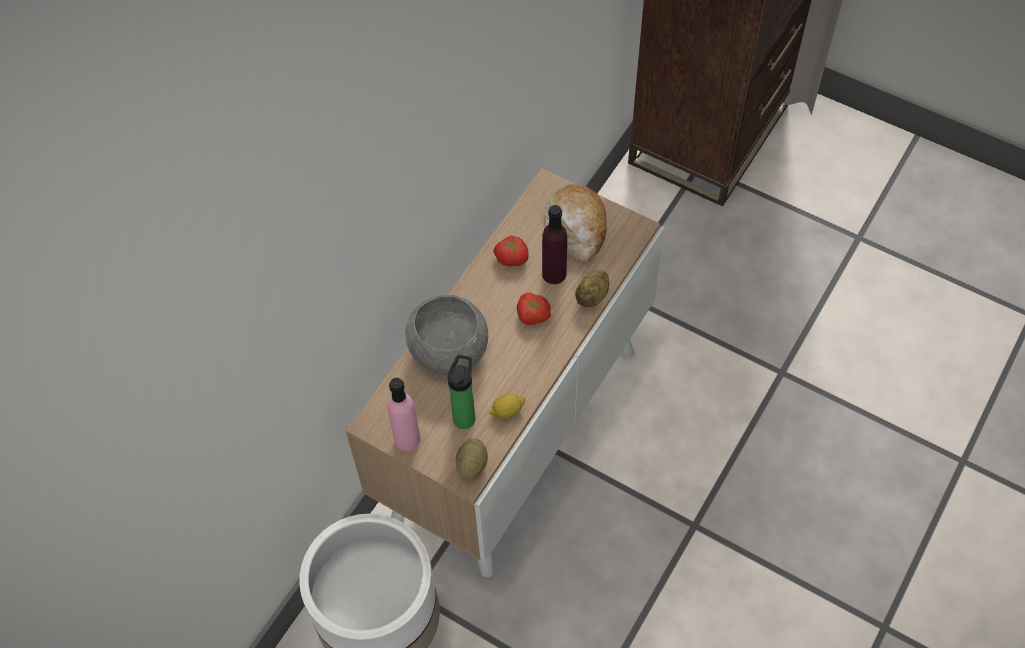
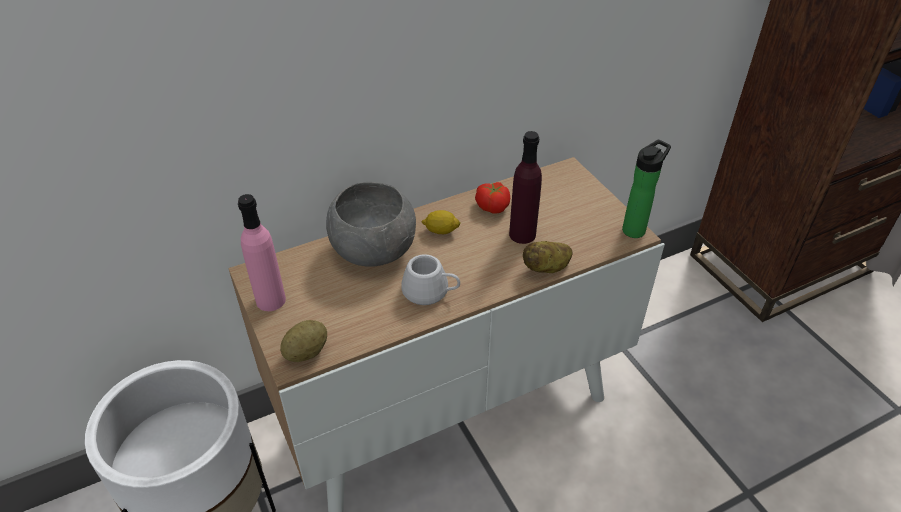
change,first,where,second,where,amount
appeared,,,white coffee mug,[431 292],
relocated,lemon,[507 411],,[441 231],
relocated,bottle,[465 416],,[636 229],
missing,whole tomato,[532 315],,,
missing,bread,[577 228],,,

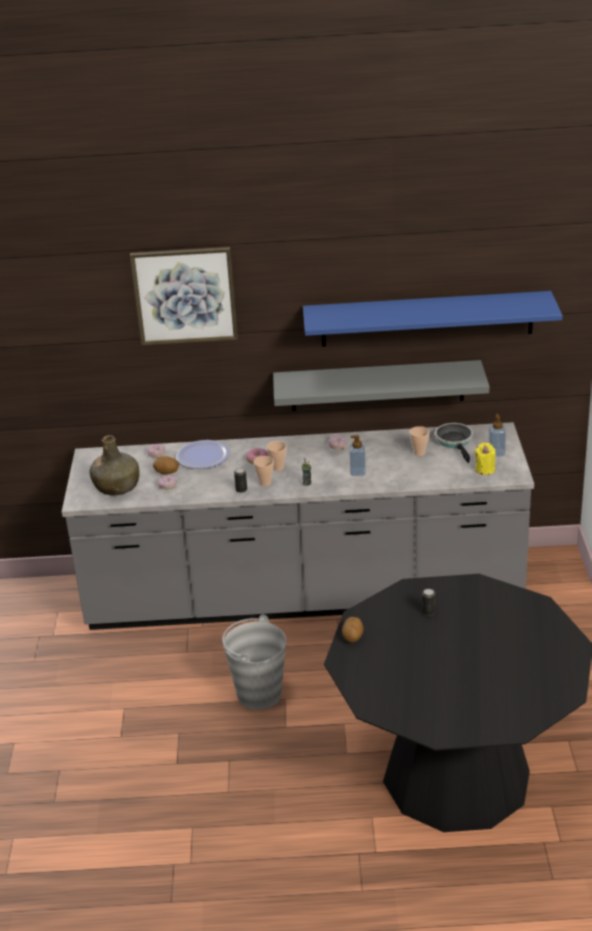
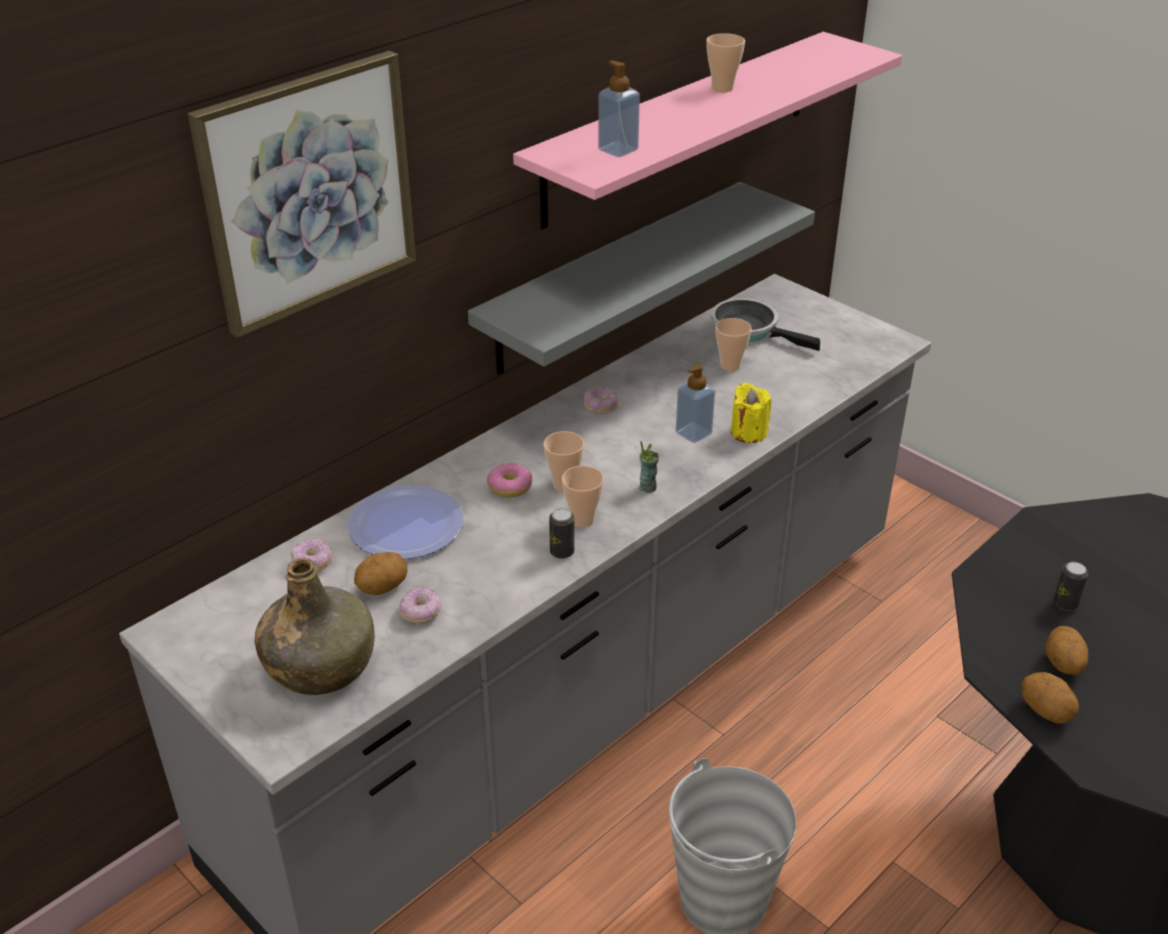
change,first,where,second,where,amount
colour,blue-coloured wall shelf,[426 319],pink-coloured wall shelf,[681 127],
relocated,liquid soap bottle,[496 453],,[618 150],
appeared,,,small cup,[722 88],
relocated,yellowish wax candle,[485 469],,[748 432],
appeared,,,potato,[1061 665],

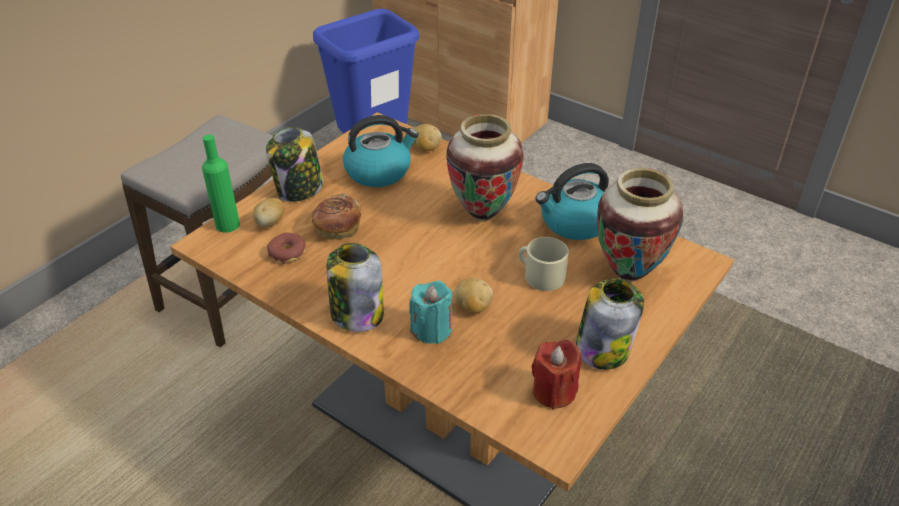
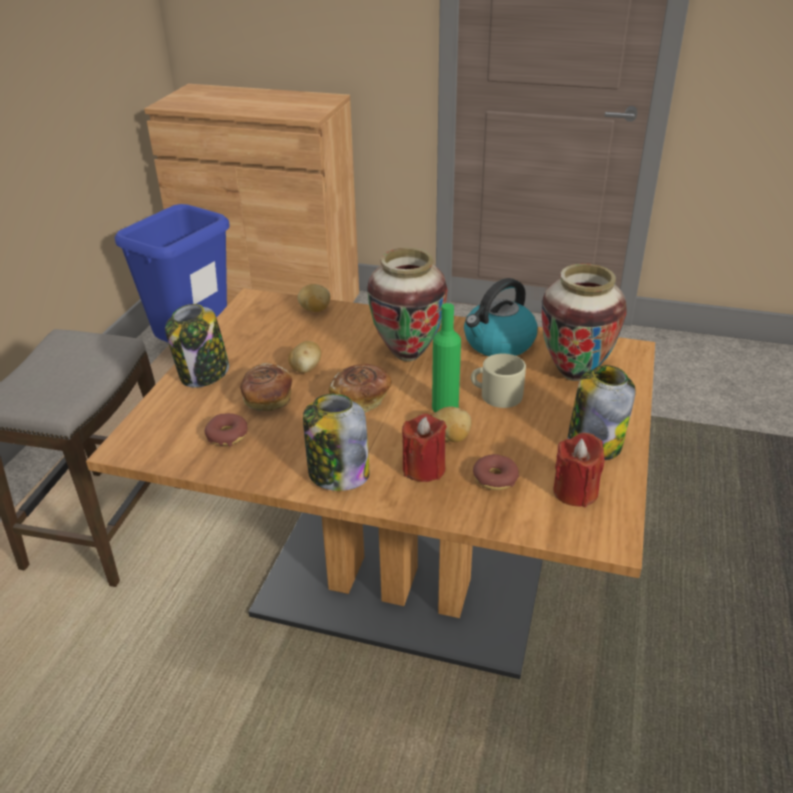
change,first,where,second,where,amount
relocated,potato,[270 223],,[306 369],
appeared,,,bread,[361 399],
colour,turquoise-coloured wax candle,[432 329],red-coloured wax candle,[423 468],
relocated,green-coloured bottle,[227 225],,[445 407],
appeared,,,ring doughnut,[495 478],
missing,water kettle,[379 171],,,

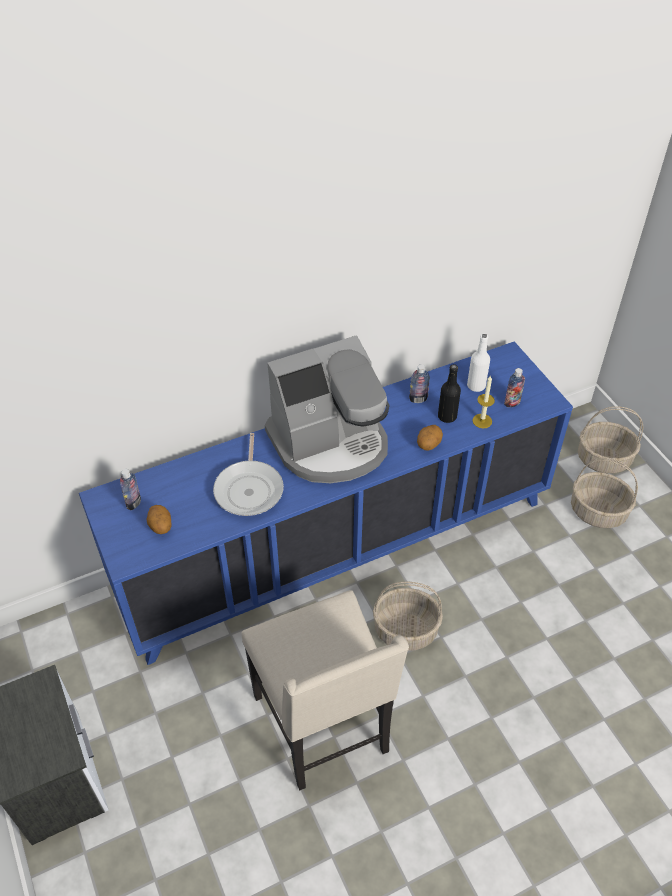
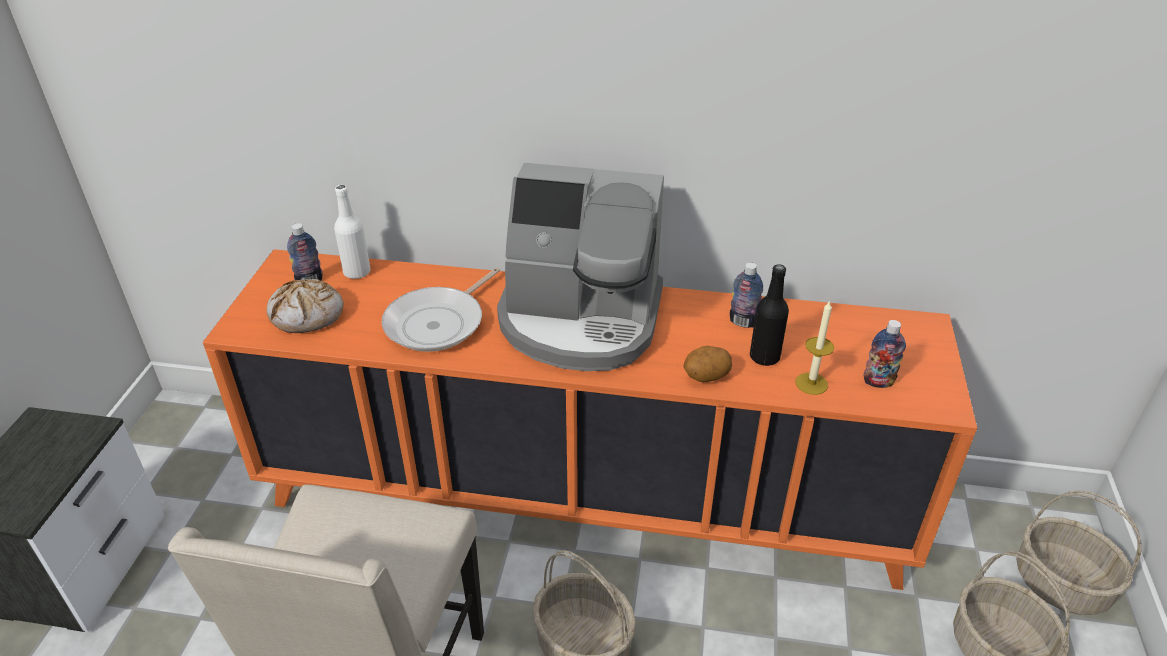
change,first,where,second,where,amount
colour,blue-coloured storage cabinet,[335 548],orange-coloured storage cabinet,[583 497],
exchanged,potato,[160 527],bread,[307 315],
relocated,white bottle,[476 386],,[357 272],

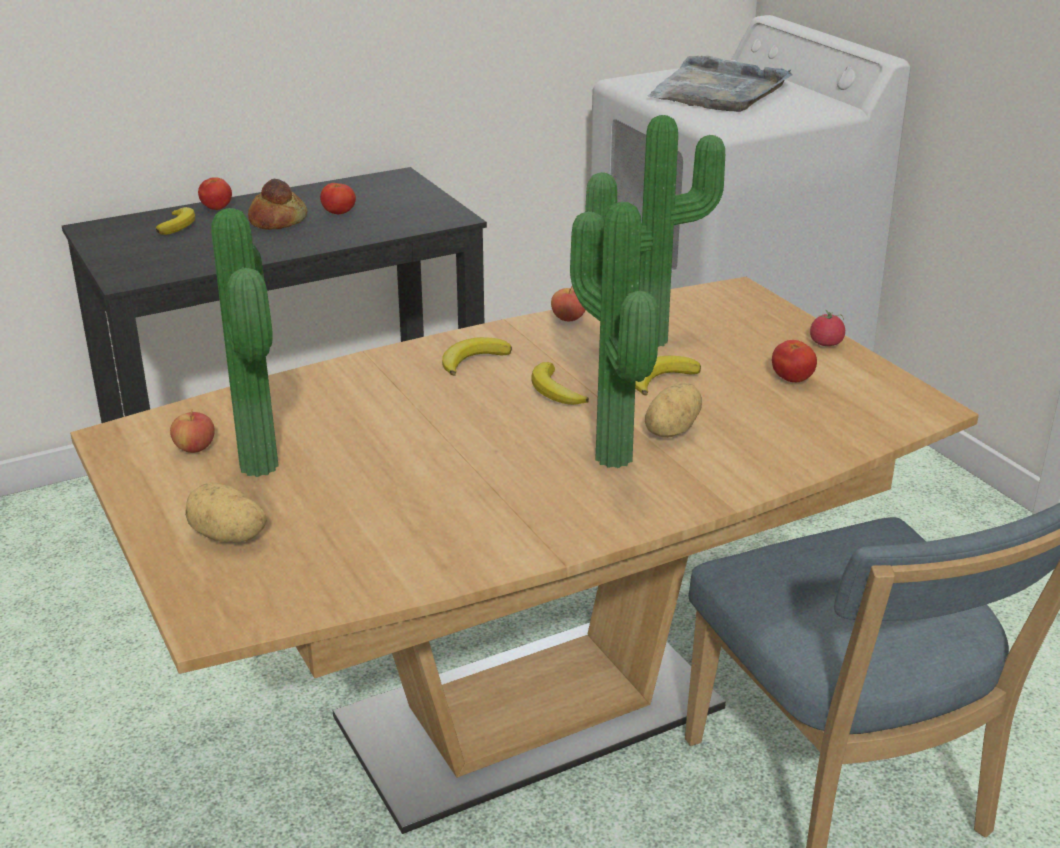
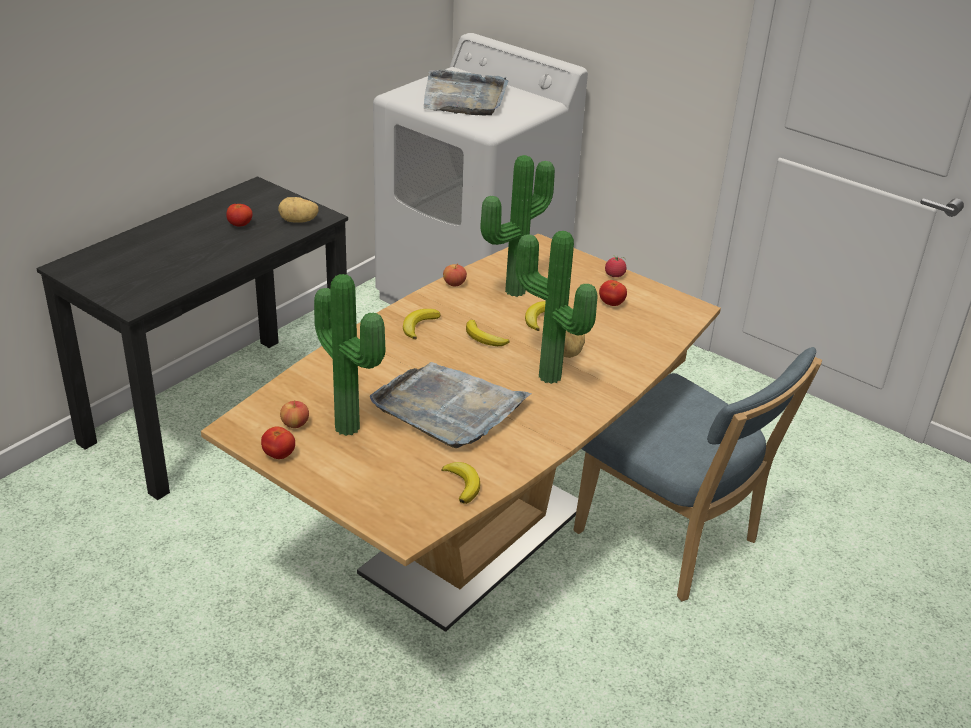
change,first,where,second,where,amount
relocated,whole tomato,[217 208],,[279 455],
relocated,potato,[228 537],,[298 221],
appeared,,,gray carrying tray,[448 408],
relocated,banana fruit,[178 225],,[463 484],
missing,bread,[277 221],,,

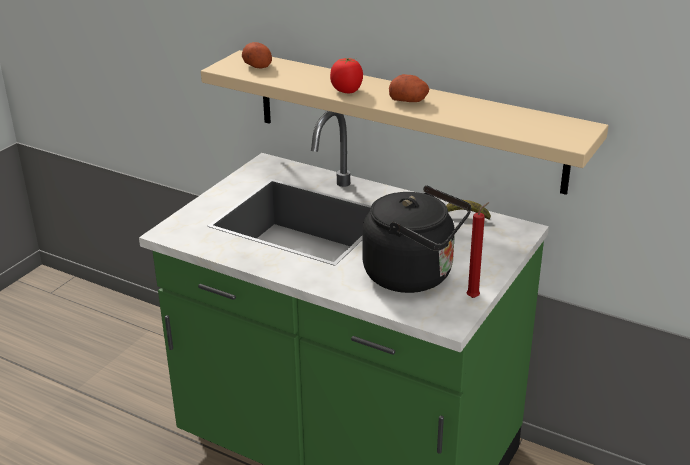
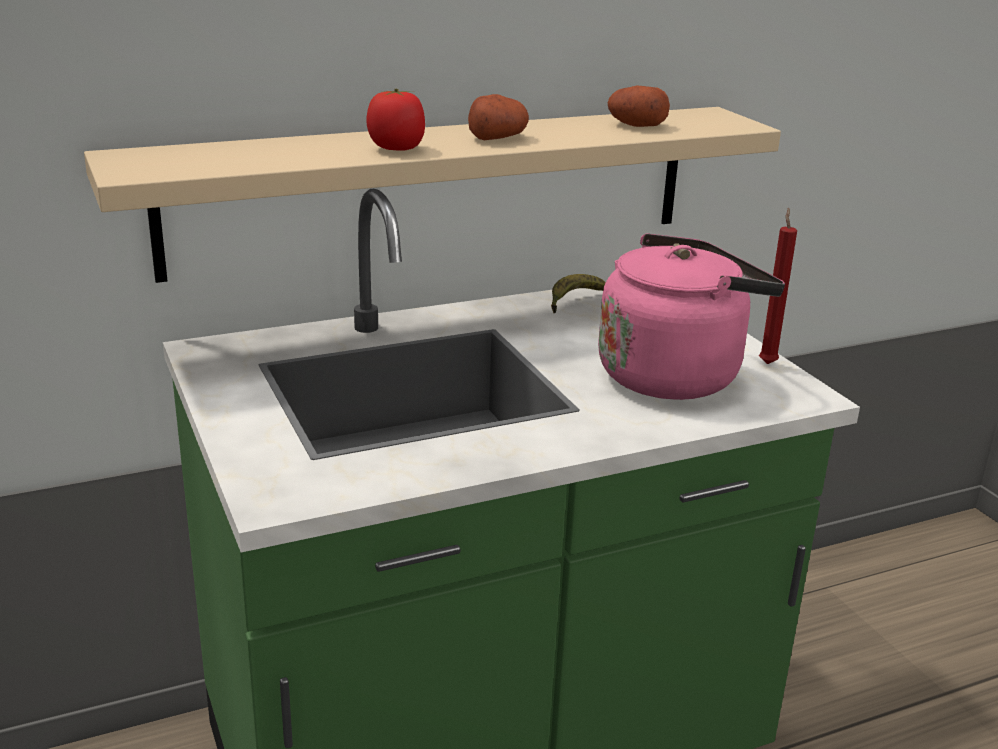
change,first,where,second,where,amount
colour,black water kettle,[414 275],pink-coloured water kettle,[674 374],
relocated,potato,[257 65],,[635 125],

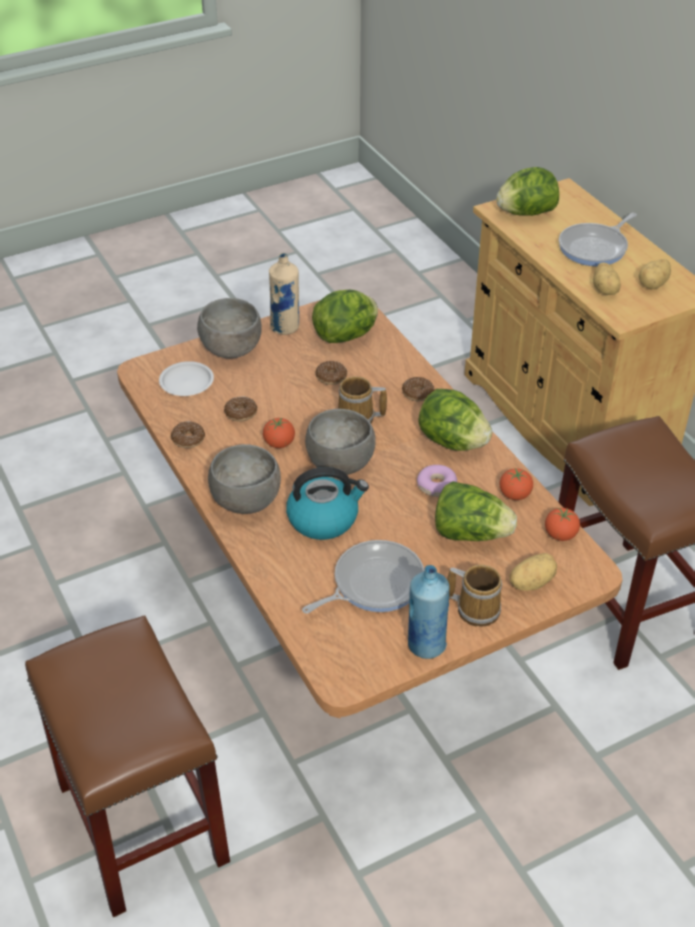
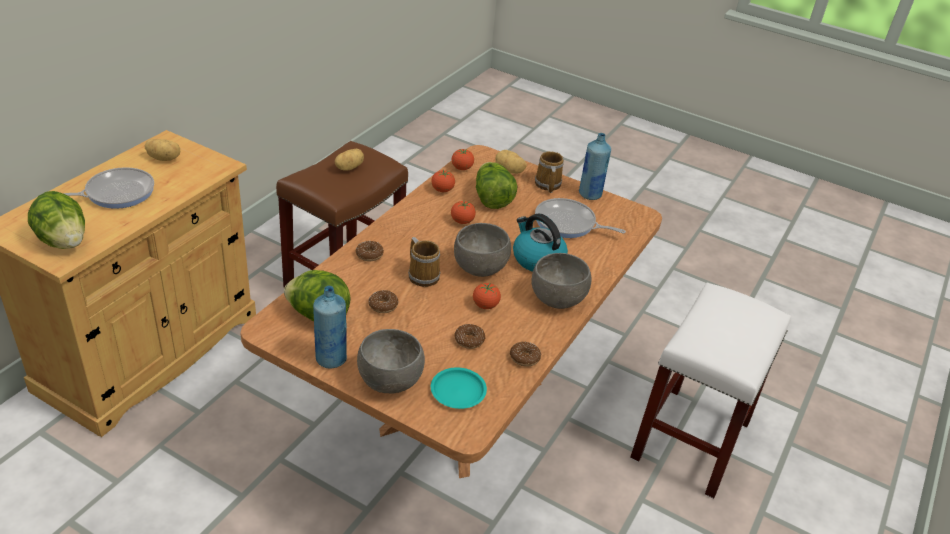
change,first,where,second,where,amount
spun,skillet,[595 248],,[116 193],45 degrees counterclockwise
colour,sand-coloured bottle,[285 327],blue-coloured bottle,[331 359],
relocated,potato,[605 290],,[349 167],
colour,white flat dish,[186 382],turquoise-coloured flat dish,[457 391],
exchanged,ring doughnut,[436 486],whole tomato,[462 221],
colour,brown stool seat,[140 822],white stool seat,[691 441],
missing,lettuce head,[452 442],,,

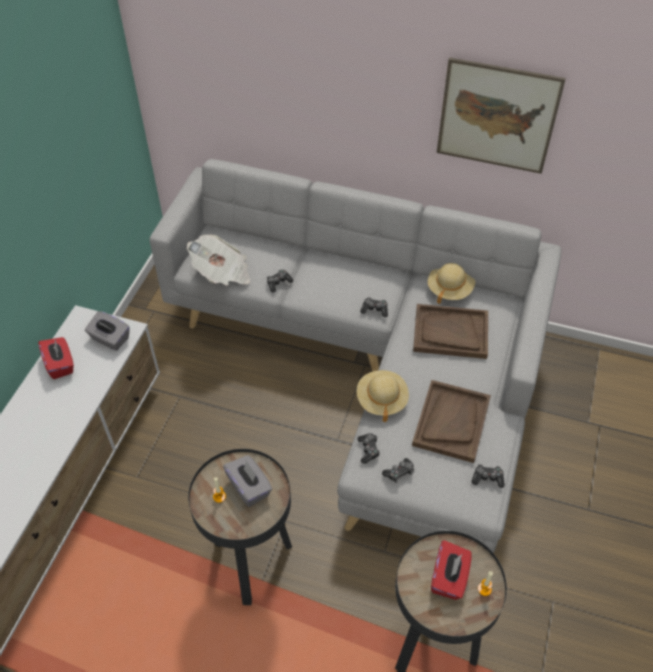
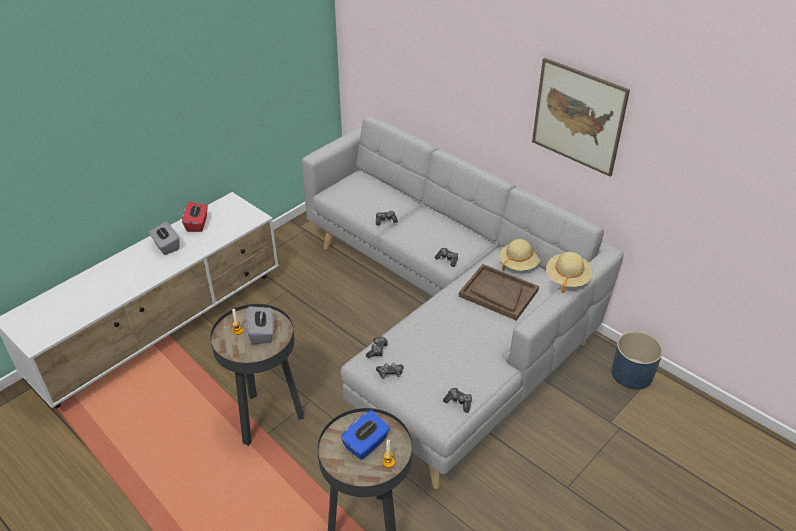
change,first,where,second,where,amount
relocated,gray tissue box,[110 339],,[166 246],
colour,red-coloured tissue box,[449 578],blue-coloured tissue box,[366 444],
relocated,sand-coloured clothing hat,[381 400],,[567 278],
appeared,,,blue-coloured planter,[632 373],
missing,daily paper,[222 273],,,
missing,brown carrying tray,[451 422],,,

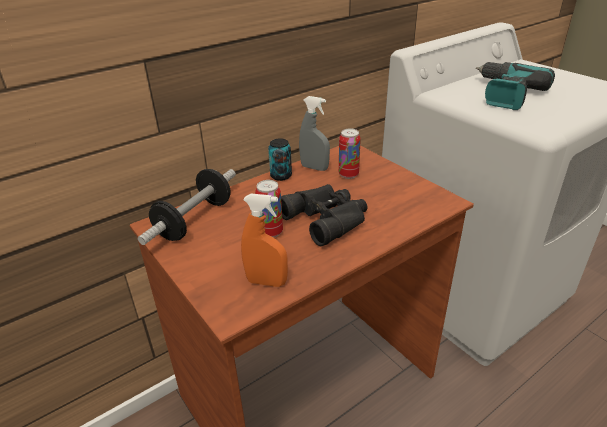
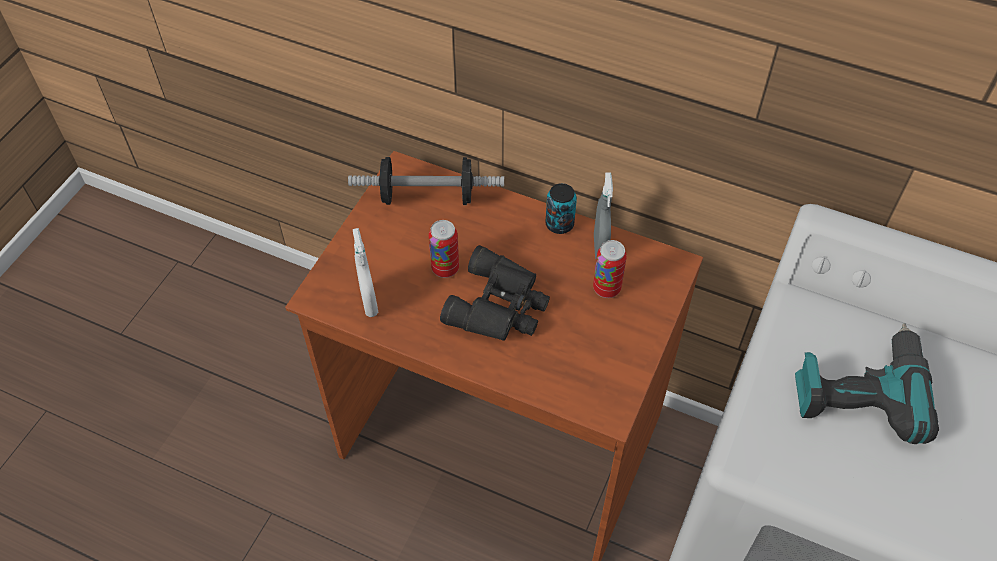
change,first,where,second,where,amount
colour,orange-coloured sprayer,[266 282],white sprayer,[369 302],

